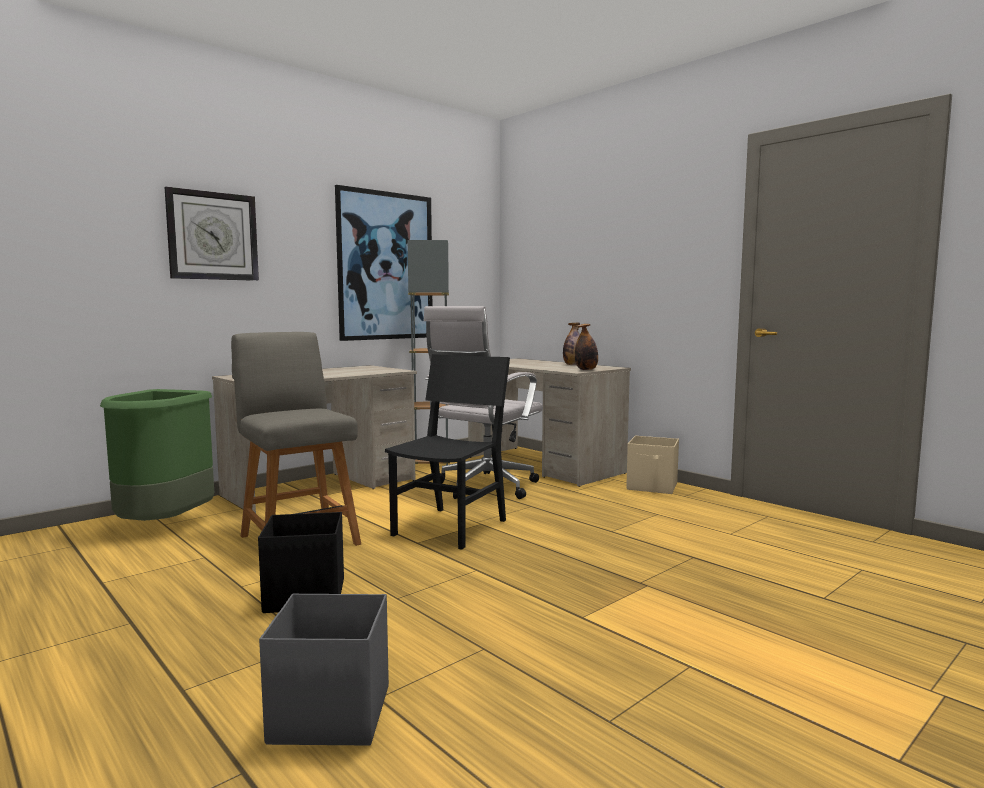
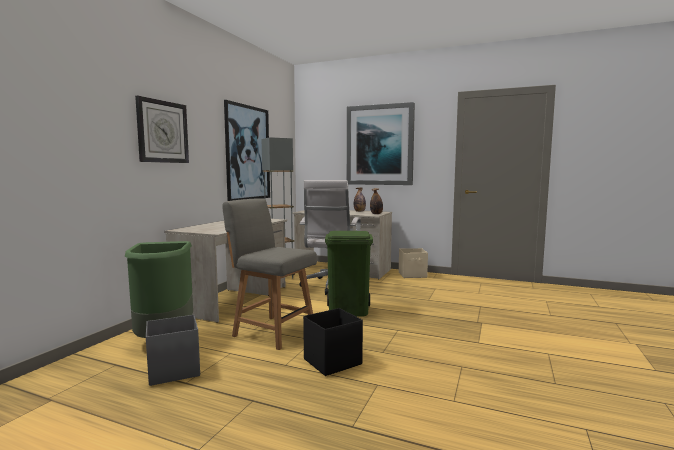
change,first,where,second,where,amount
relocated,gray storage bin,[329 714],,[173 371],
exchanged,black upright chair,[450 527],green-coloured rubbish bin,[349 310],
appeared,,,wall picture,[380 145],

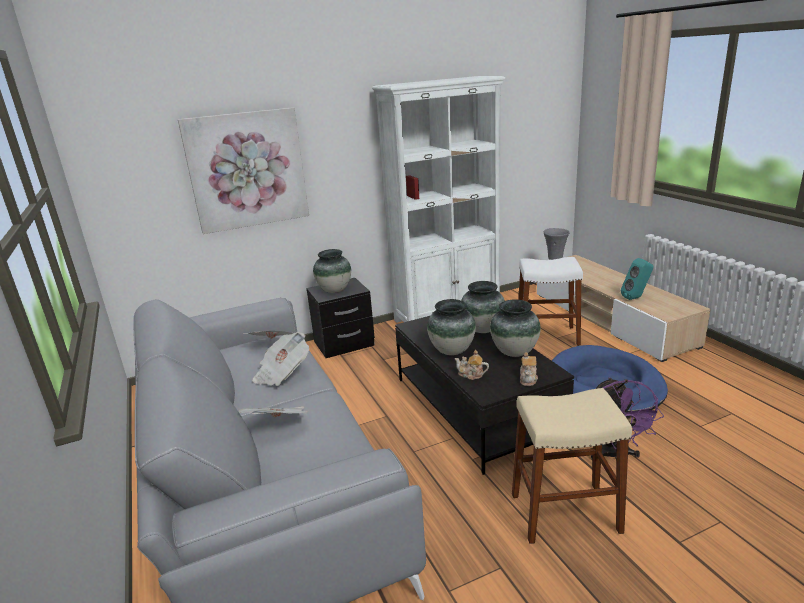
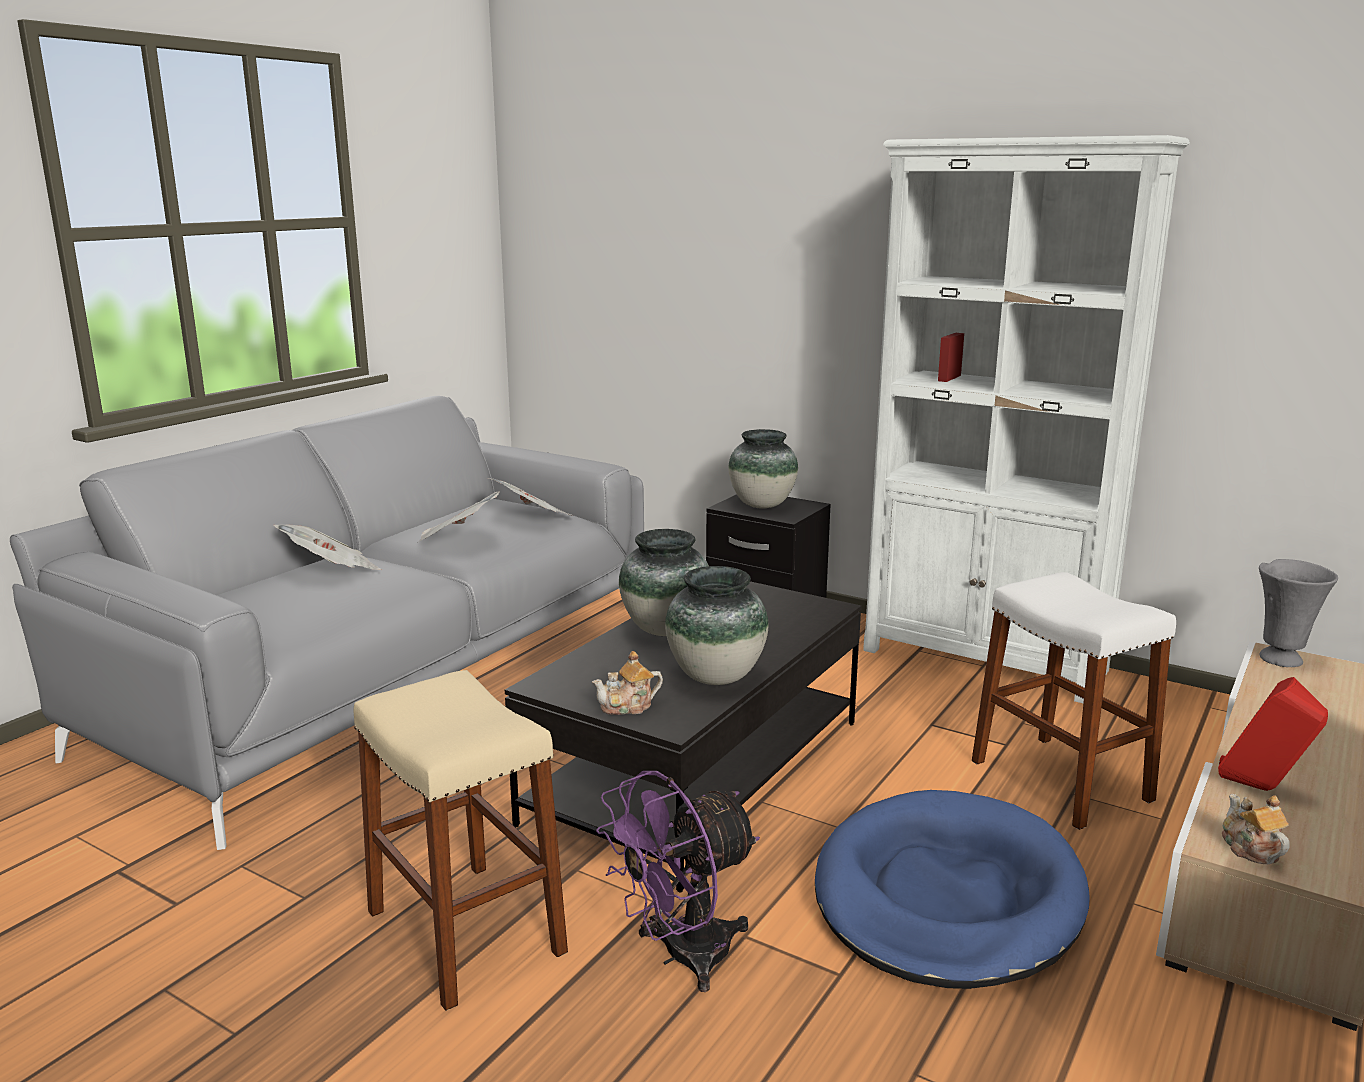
change,first,where,second,where,amount
colour,turquoise-coloured audio speaker,[636 298],red-coloured audio speaker,[1262 789],
relocated,tea pot,[471 375],,[1249 849],
missing,wall picture,[247 170],,,
missing,flower vase,[483 329],,,

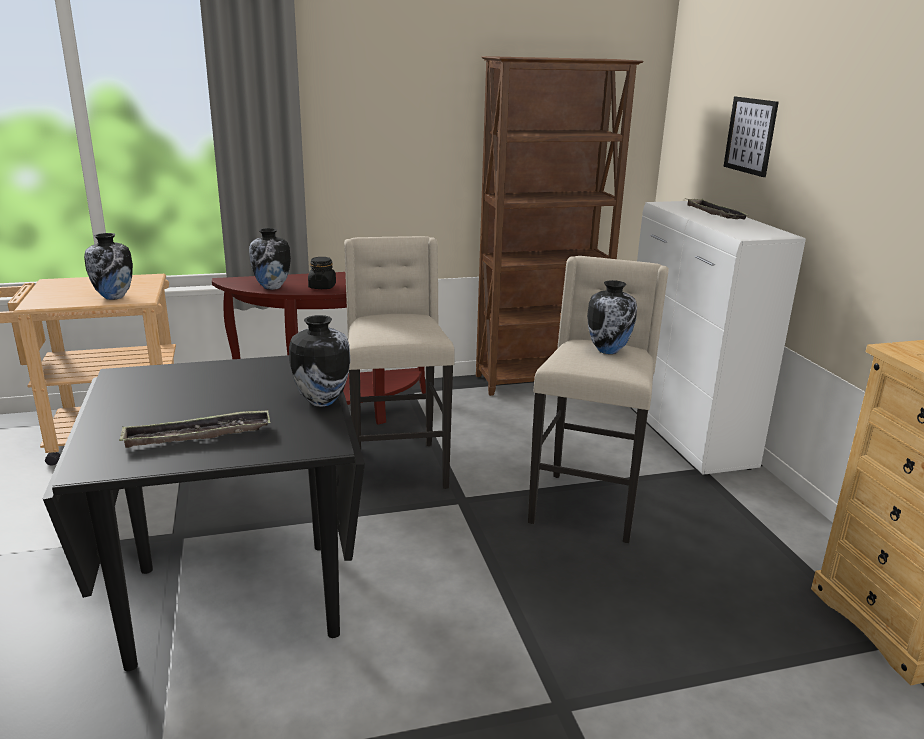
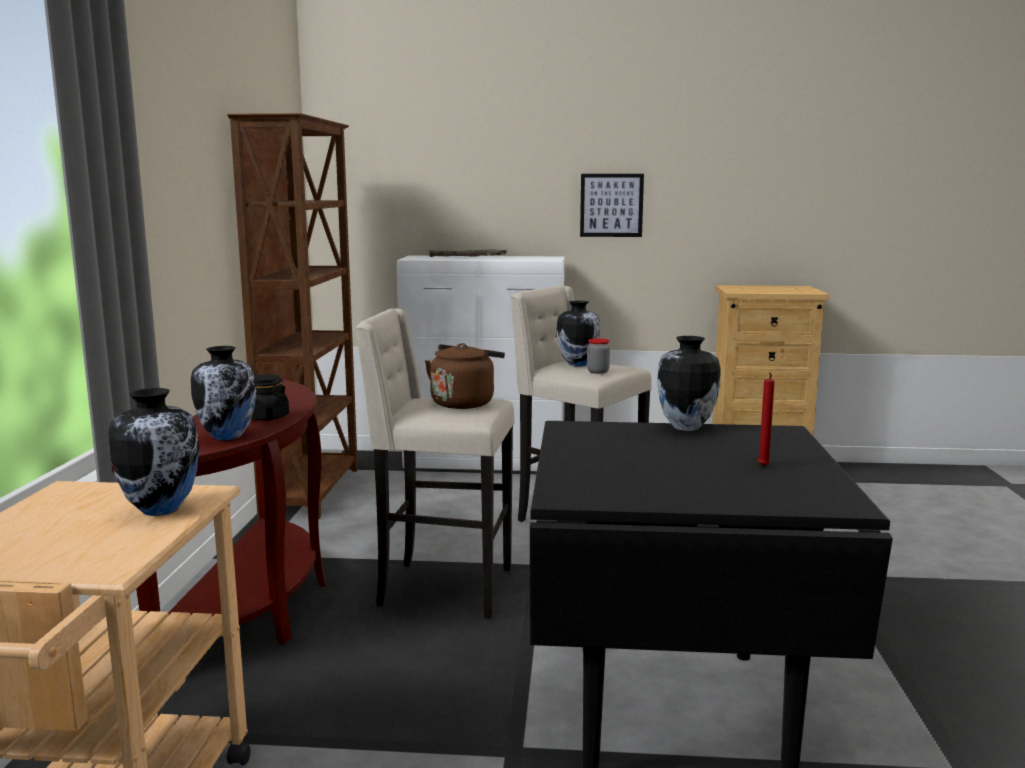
change,first,where,second,where,amount
appeared,,,brown water kettle,[464 403],
relocated,wall picture,[750 136],,[611 205],
appeared,,,jar,[598 372],
exchanged,carrying tray,[198 435],red-coloured wax candle,[763 467],

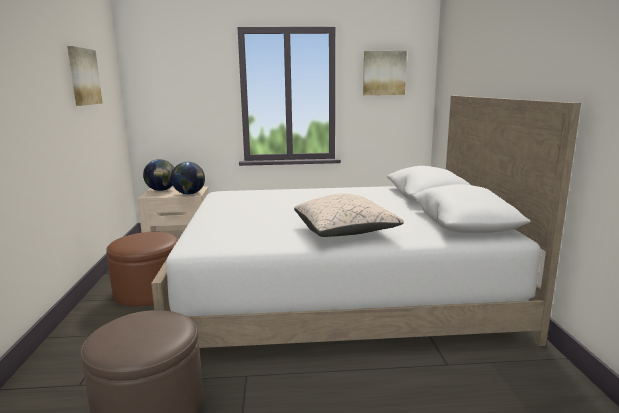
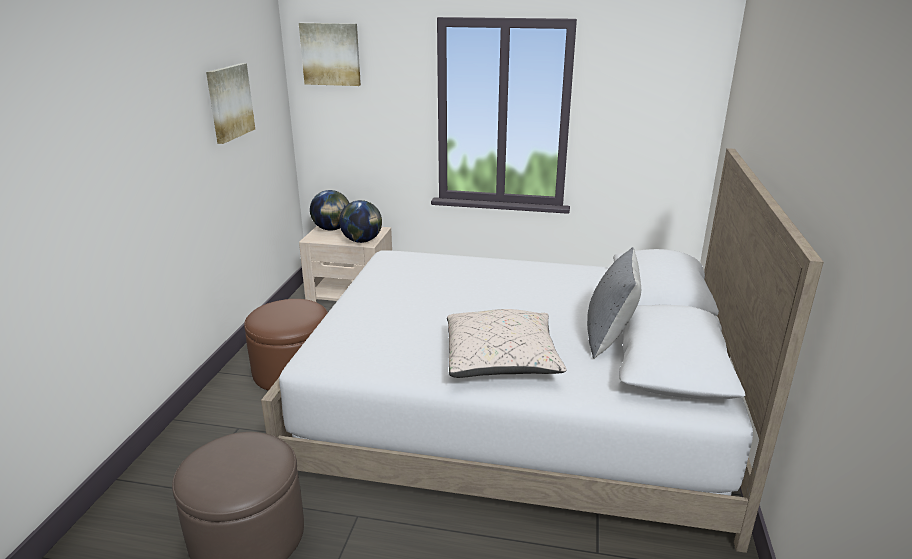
change,first,where,second,where,amount
relocated,wall picture,[384 73],,[331 54],
appeared,,,gray cushion,[609 338],

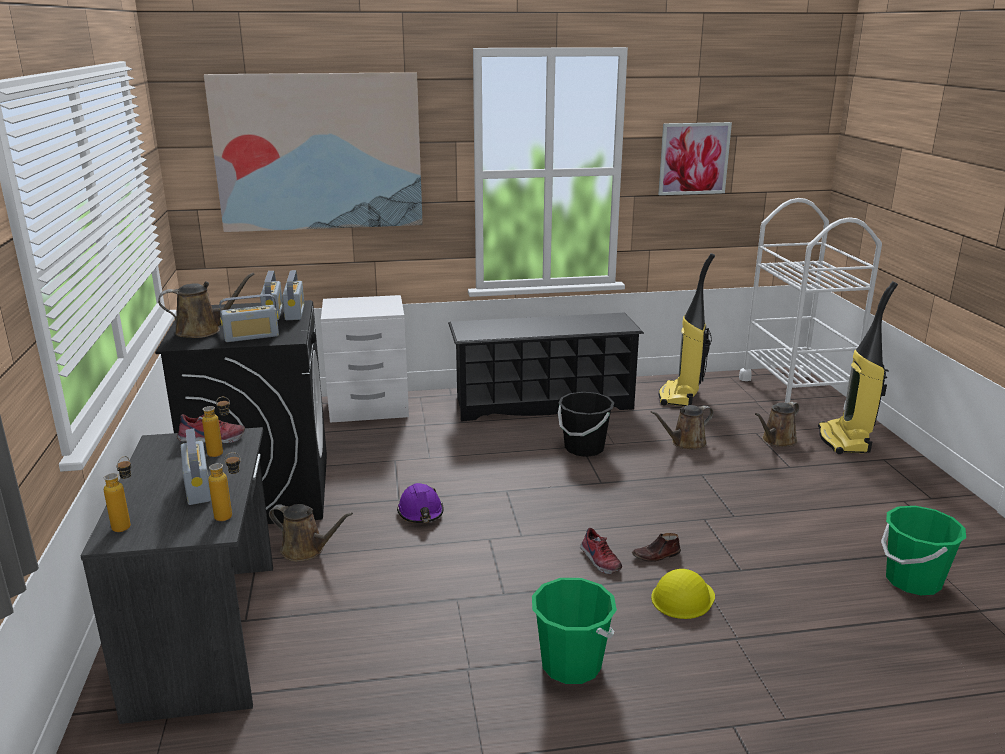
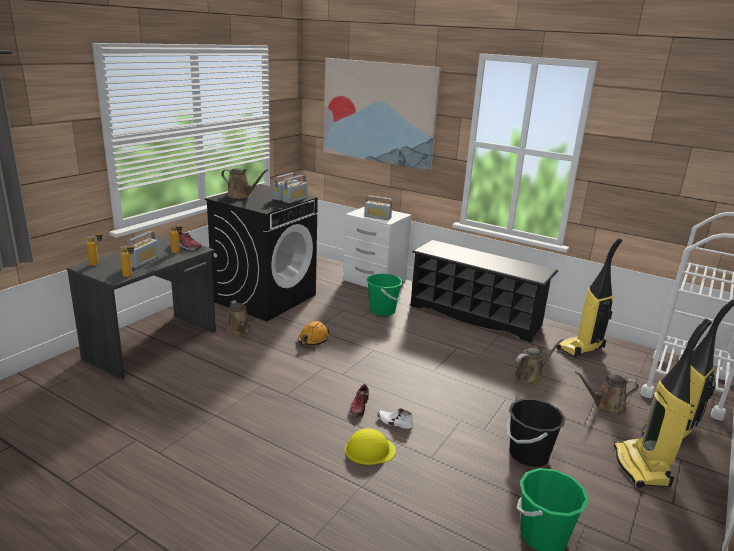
change,first,where,second,where,amount
colour,purple hard hat,[420 512],orange-coloured hard hat,[313 339],
relocated,radio set,[251 337],,[377 217],
relocated,green-coloured pail,[571 664],,[382 310],
colour,brown item of footwear,[656 555],white item of footwear,[394 422],
relocated,black pail,[584 448],,[528 454],
spun,brown watering can,[685 443],,[530 376],135 degrees clockwise
appeared,,,hoover,[642 467],
missing,wall picture,[693 158],,,

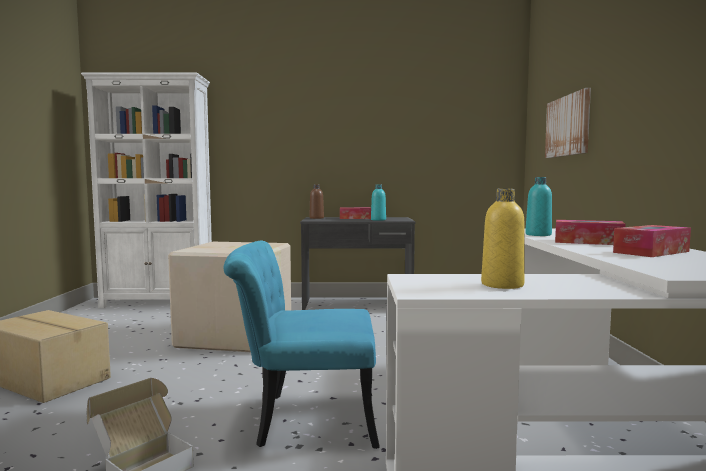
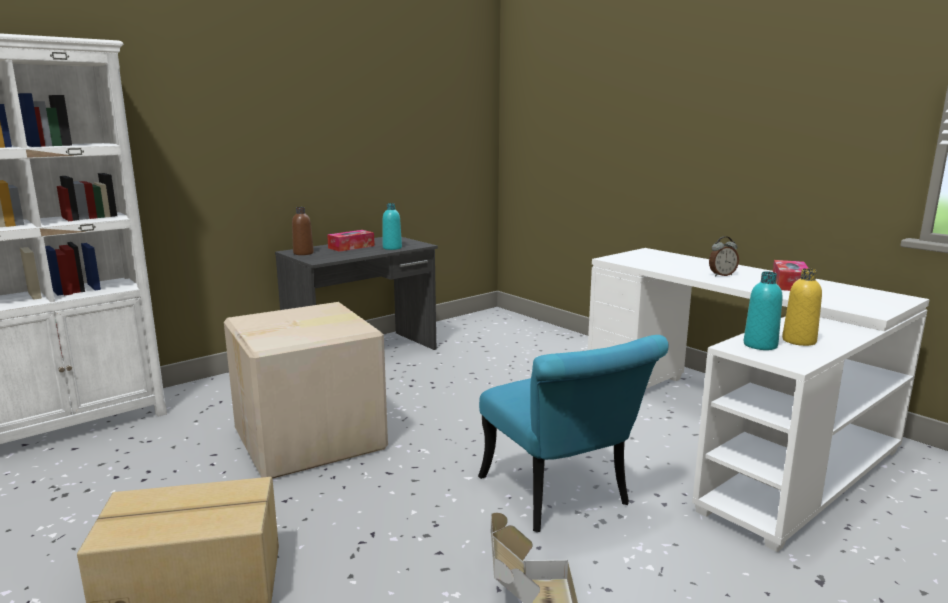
change,first,where,second,where,amount
spun,turquoise-coloured upright chair,[303 419],,[562 498],75 degrees counterclockwise
exchanged,tissue box,[588 242],bedside clock,[721 275],
relocated,turquoise-coloured bottle,[538 235],,[760 345],
missing,wall picture,[568 126],,,

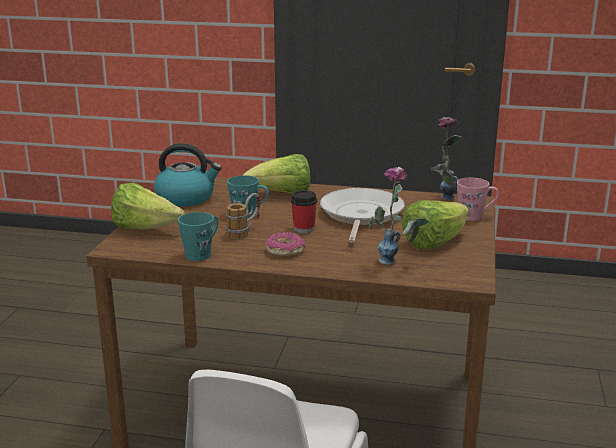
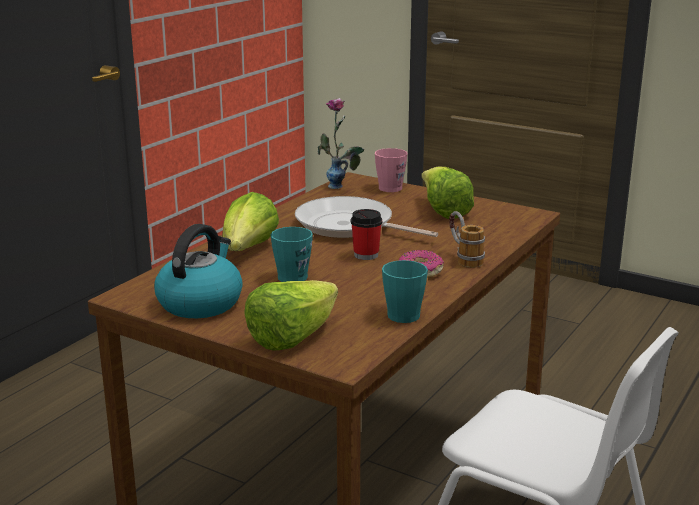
change,first,where,second,where,amount
relocated,coffee mug,[245 232],,[463 258],
missing,flower vase,[396 265],,,

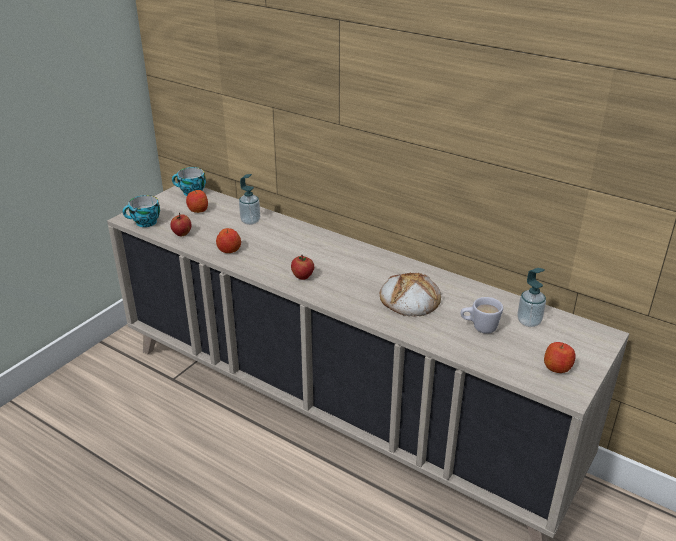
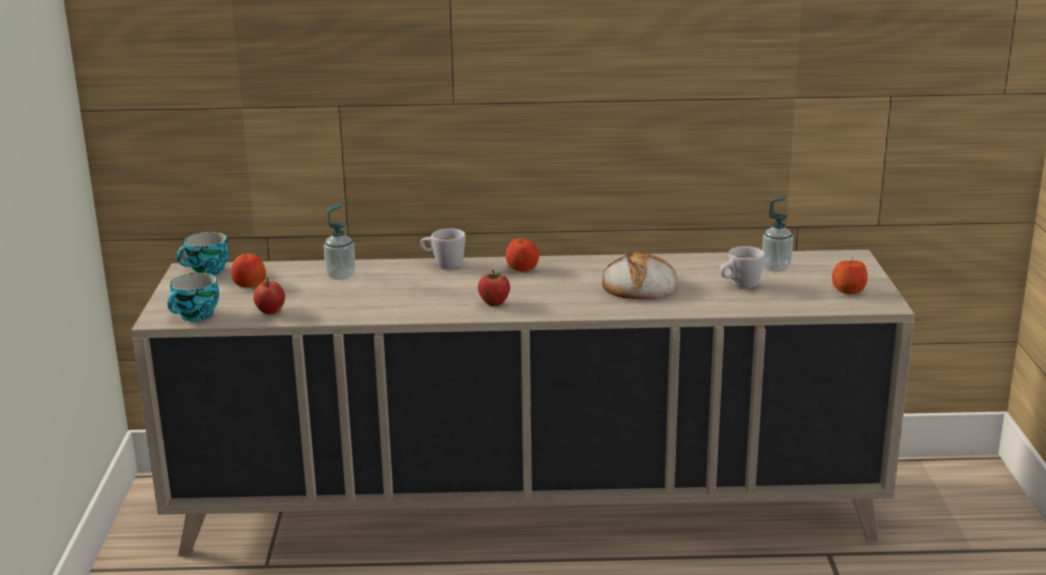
change,first,where,second,where,amount
appeared,,,white coffee mug,[443 264],
relocated,apple fruit,[229 250],,[522 268],

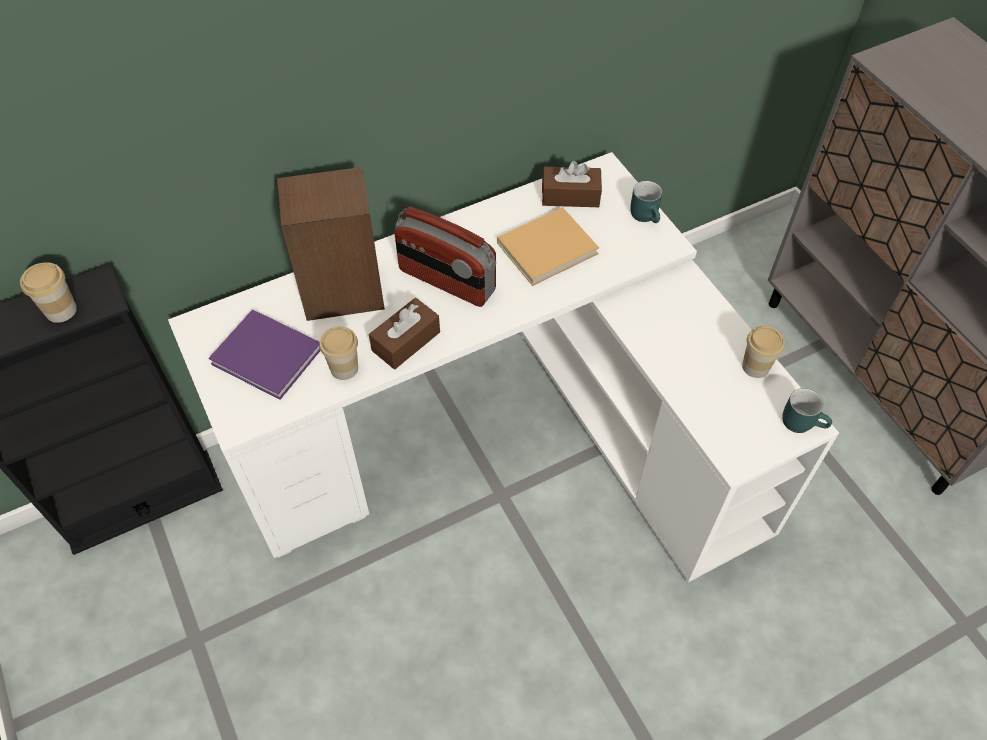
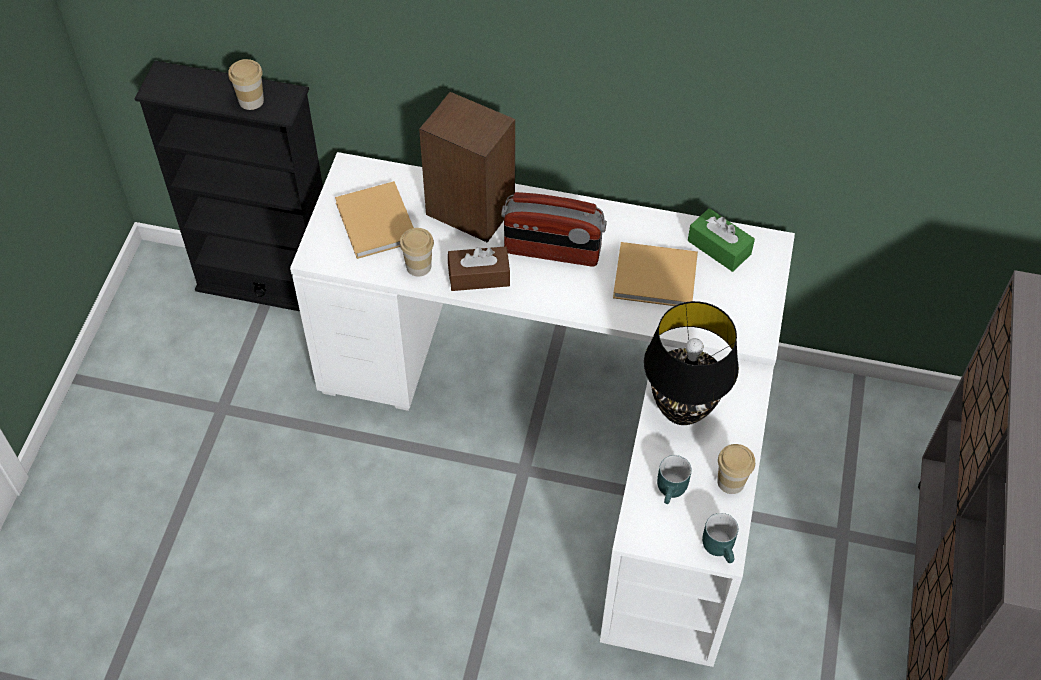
change,first,where,second,where,amount
colour,purple volume,[269 357],sand-coloured volume,[377 224],
spun,radio set,[446 281],,[552 251],60 degrees counterclockwise
appeared,,,black table lamp,[682 411],
relocated,turquoise-coloured coffee mug,[647 216],,[672 491],
colour,brown tissue box,[570 196],green-coloured tissue box,[719 247],

